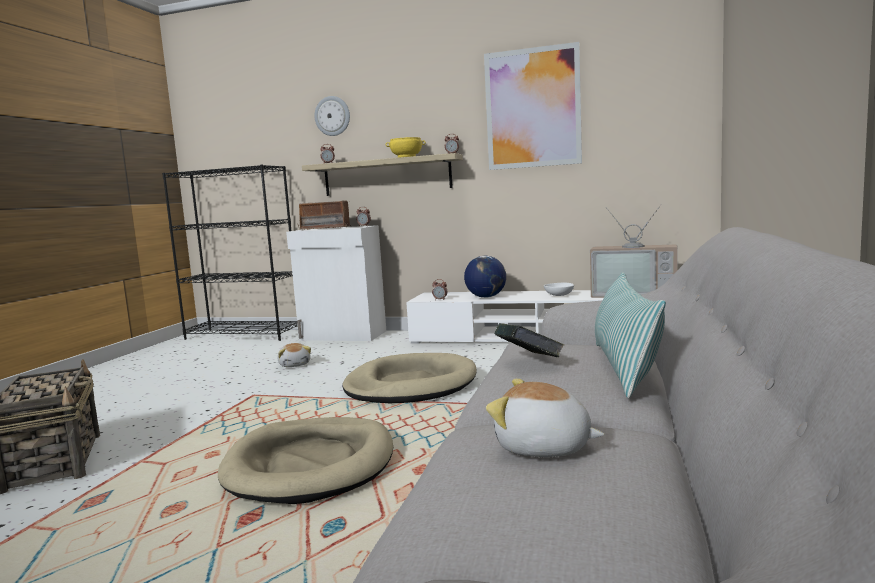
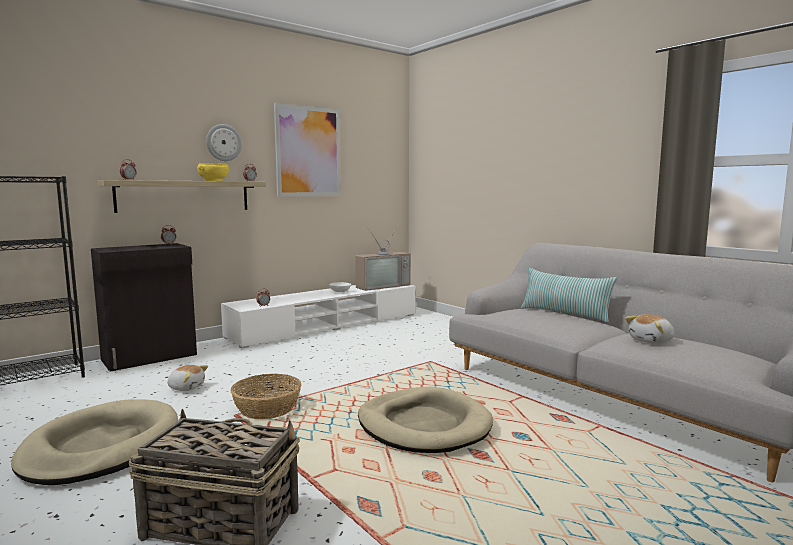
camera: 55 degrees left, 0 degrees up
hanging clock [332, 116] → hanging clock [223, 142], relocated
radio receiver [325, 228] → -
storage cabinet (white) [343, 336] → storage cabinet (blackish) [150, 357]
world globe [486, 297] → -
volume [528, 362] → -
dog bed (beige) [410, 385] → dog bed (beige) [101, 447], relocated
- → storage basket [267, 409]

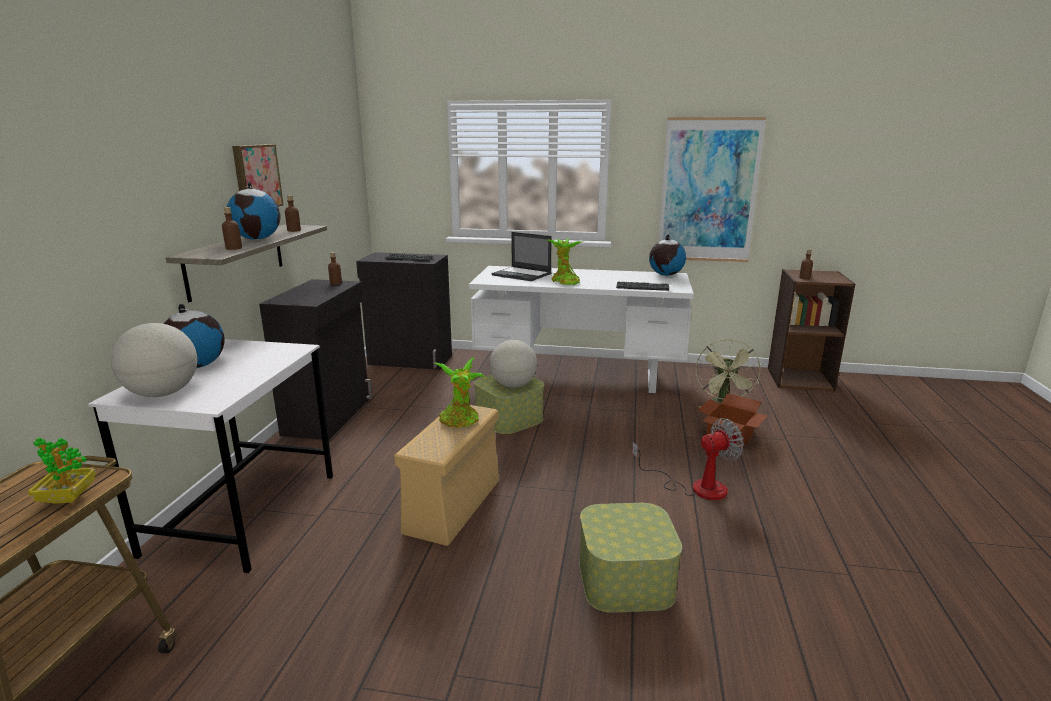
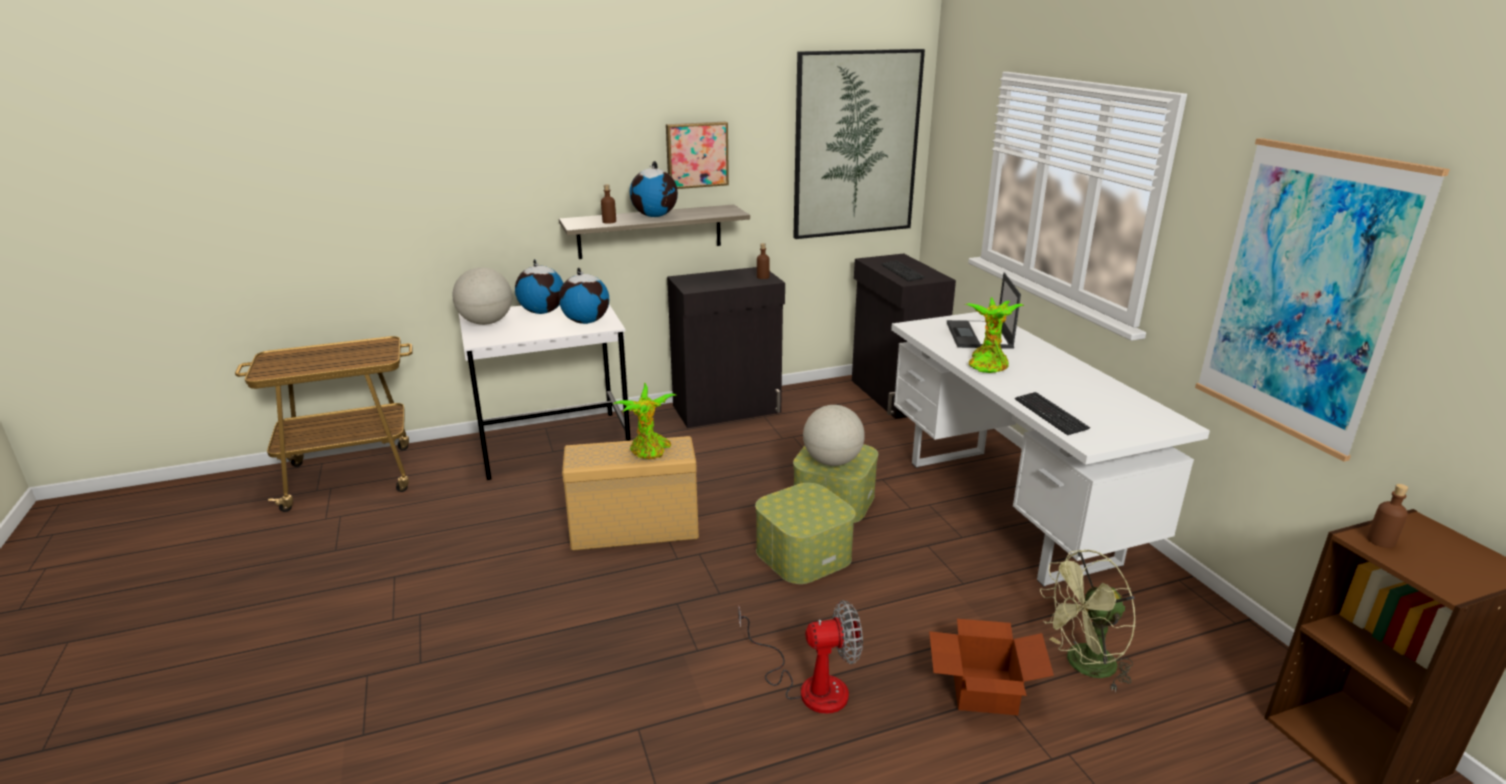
camera: 60 degrees right, 5 degrees up
beverage bottle (brown-coloured) [294, 230] → -
world globe [665, 275] → world globe [586, 321], relocated
fan [696, 487] → fan [809, 685], 45 degrees counterclockwise
houseplant [68, 497] → -
storage box [625, 579] → storage box [803, 554], relocated
- → wall picture [856, 145]

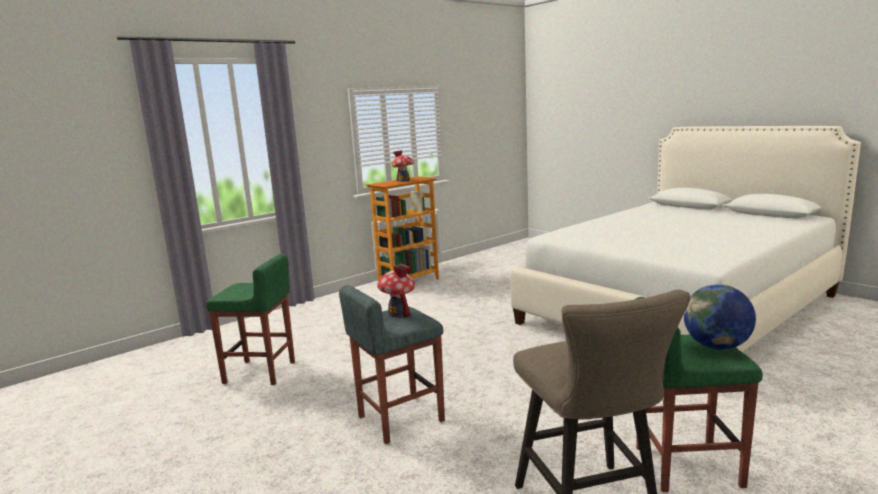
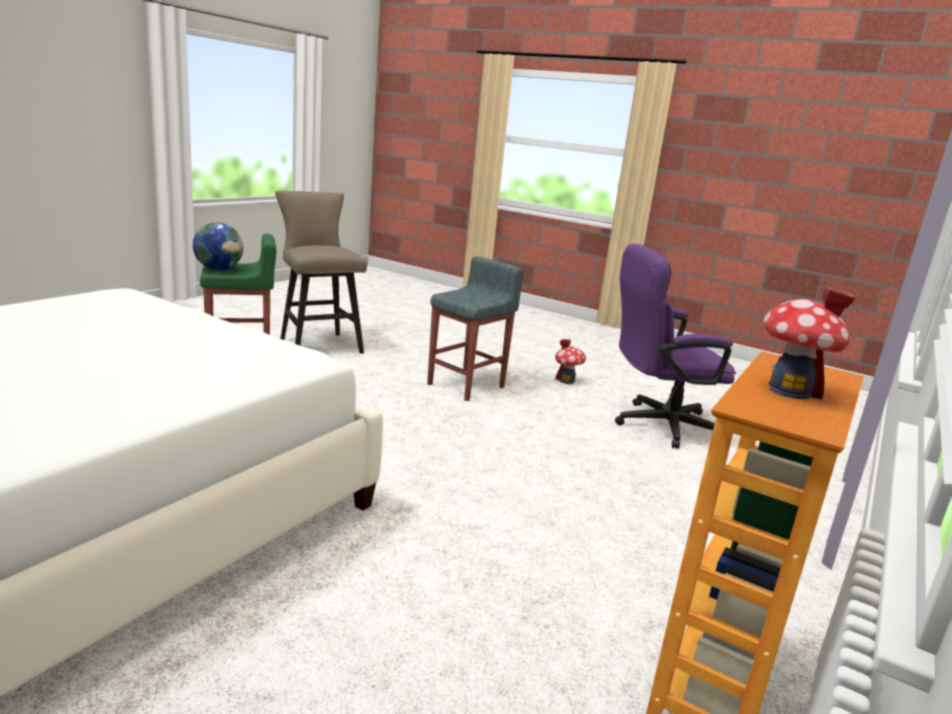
camera: 160 degrees right, 5 degrees up
sitting stool (green-coloured) [260, 372] → computer chair (purple-coloured) [658, 425]
toy house [398, 313] → toy house [566, 381], relocated

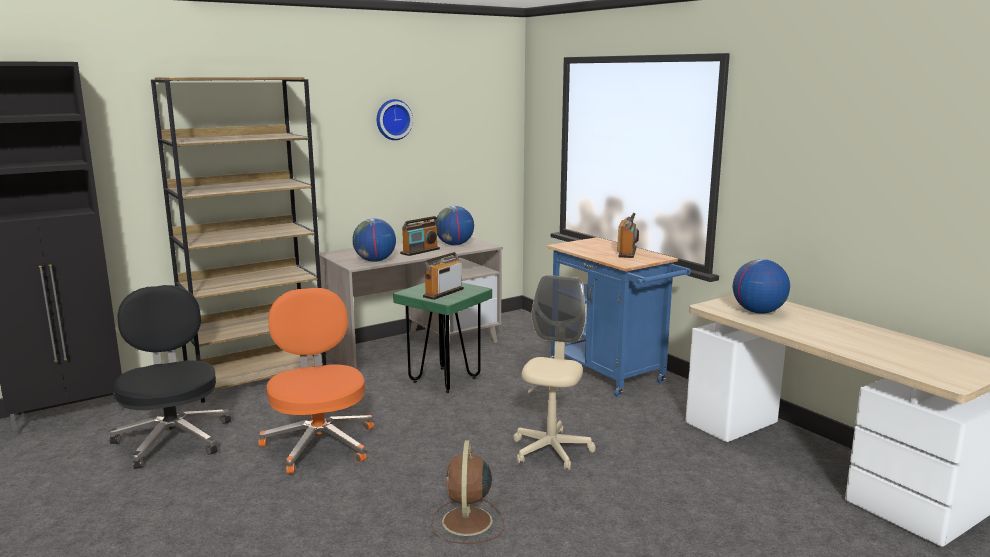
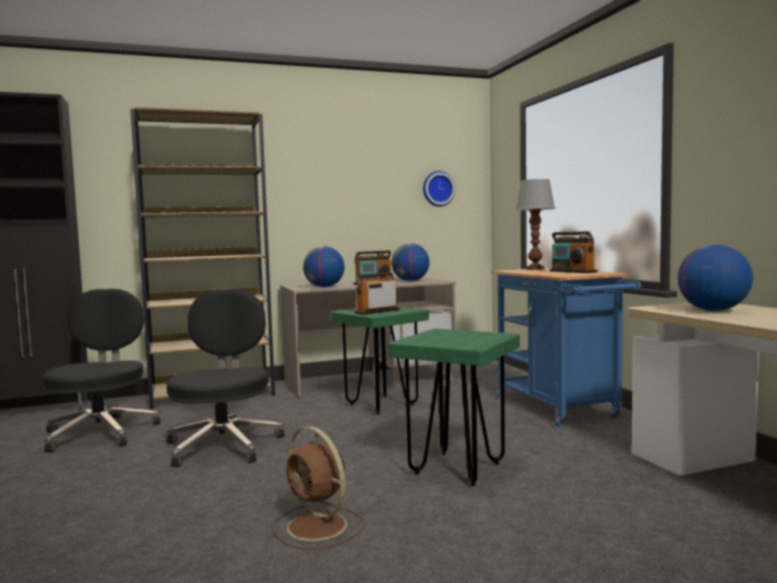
camera: 15 degrees right, 10 degrees down
hanging clock [393, 119] → hanging clock [437, 189], relocated
radio receiver [627, 252] → radio receiver [572, 271], 120 degrees clockwise
computer chair (beige) [551, 451] → sitting stool (green-coloured) [457, 468]
computer chair (orange-coloured) [319, 443] → computer chair (blackish) [224, 445]
fan (brown-coloured) [467, 522] → fan (brown-coloured) [319, 527], 60 degrees counterclockwise
- → tabletop lamp [536, 269]

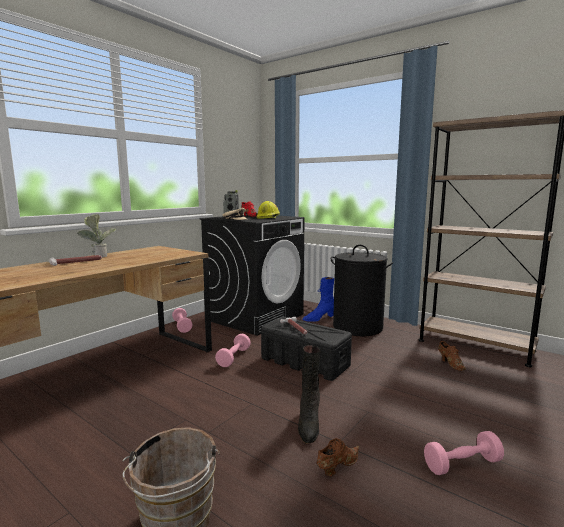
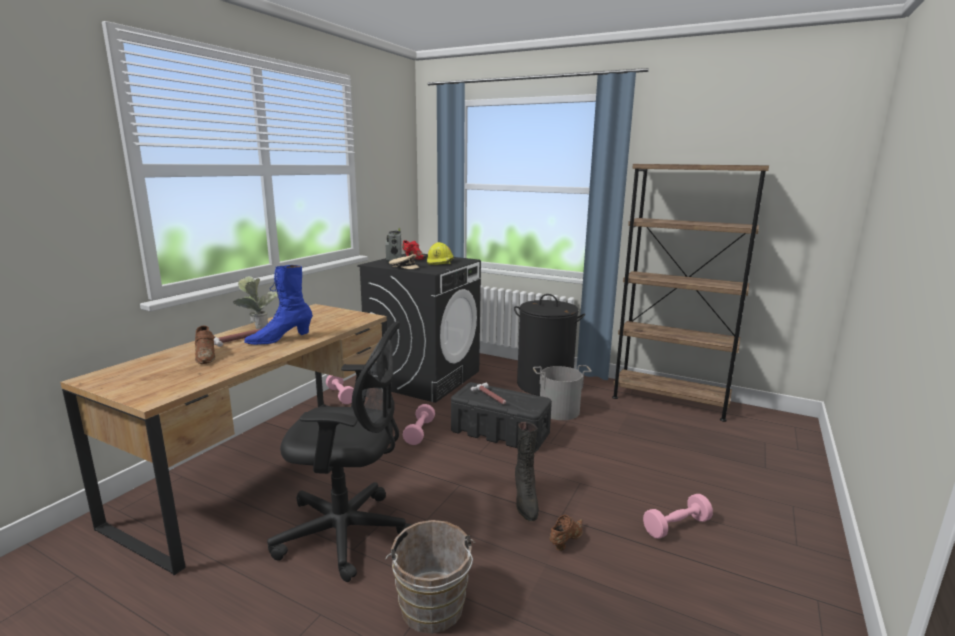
camera: 10 degrees left, 5 degrees up
boot (blue) [319, 319] → boot (blue) [280, 339], relocated
low shoe (brown-coloured) [450, 363] → low shoe (brown-coloured) [206, 356], relocated
- → computer chair (blackish) [349, 533]
- → pail (gray) [559, 411]

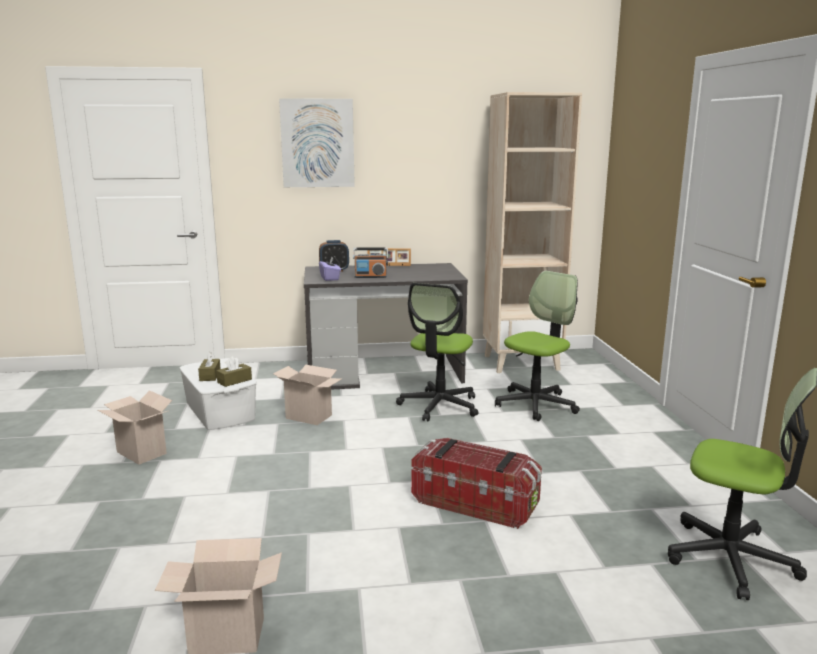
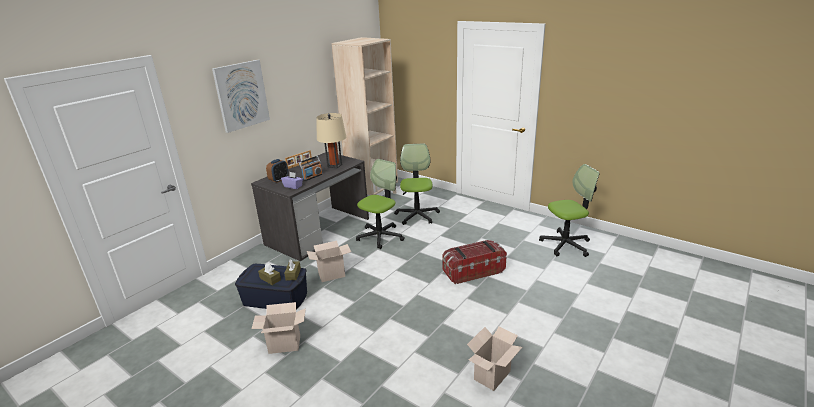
camera: 45 degrees left, 10 degrees up
computer chair [439, 406] → computer chair [380, 236], 120 degrees counterclockwise
storage box (white) [219, 411] → storage box (blue) [275, 299]
- → tabletop lamp (beige) [334, 166]

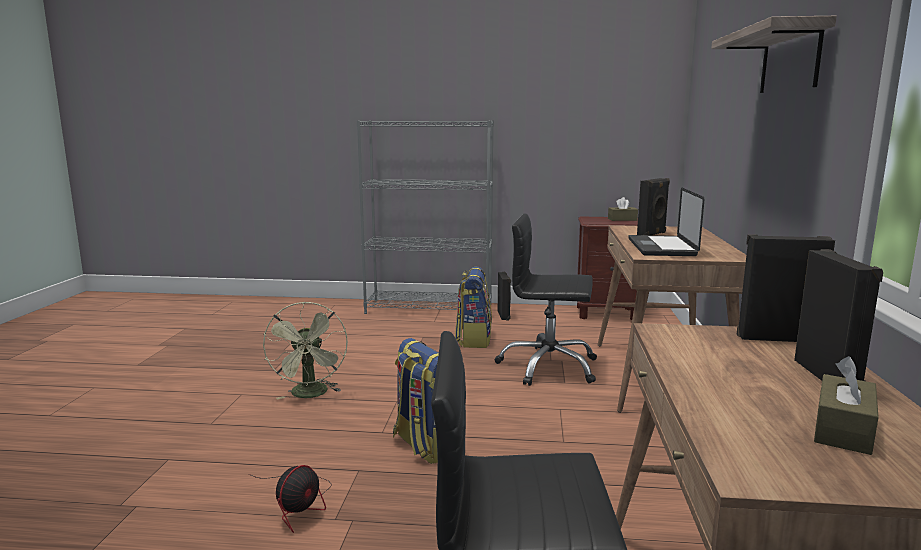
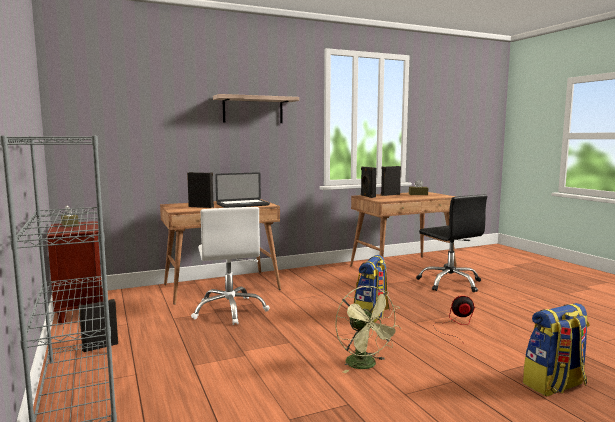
camera: 120 degrees left, 5 degrees down
computer chair (blackish) [548, 367] → computer chair (white) [230, 310]
knapsack [473, 339] → knapsack [554, 385], relocated
fan (green-coloured) [311, 395] → fan (green-coloured) [365, 365], 105 degrees clockwise

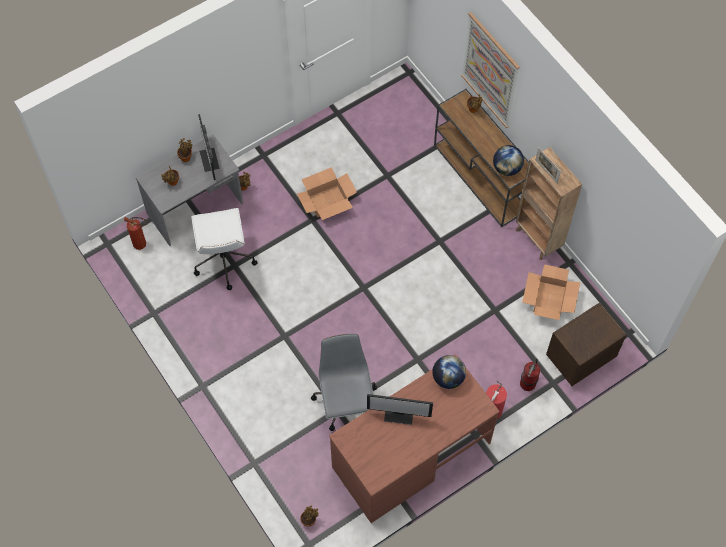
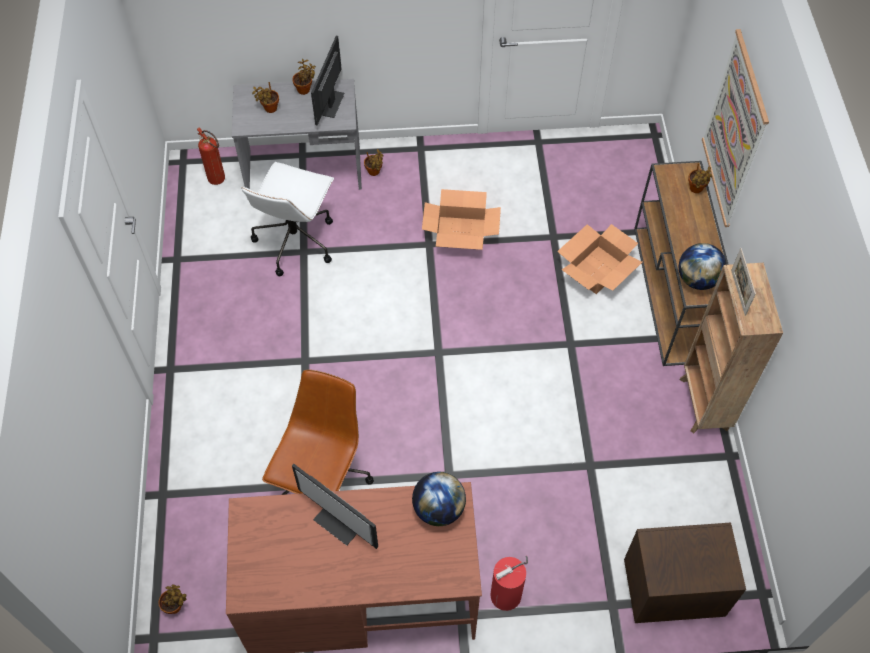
camera: 30 degrees right, 5 degrees down
packing box [549, 299] → packing box [596, 269], relocated
computer chair (gray) [346, 402] → computer chair (brown-coloured) [323, 481]
extinguisher [528, 383] → -

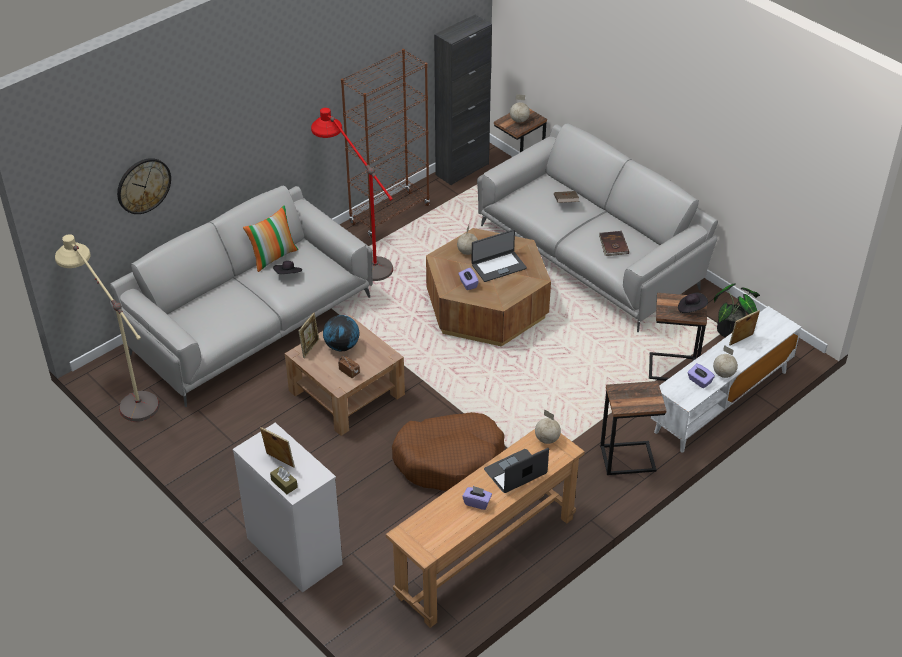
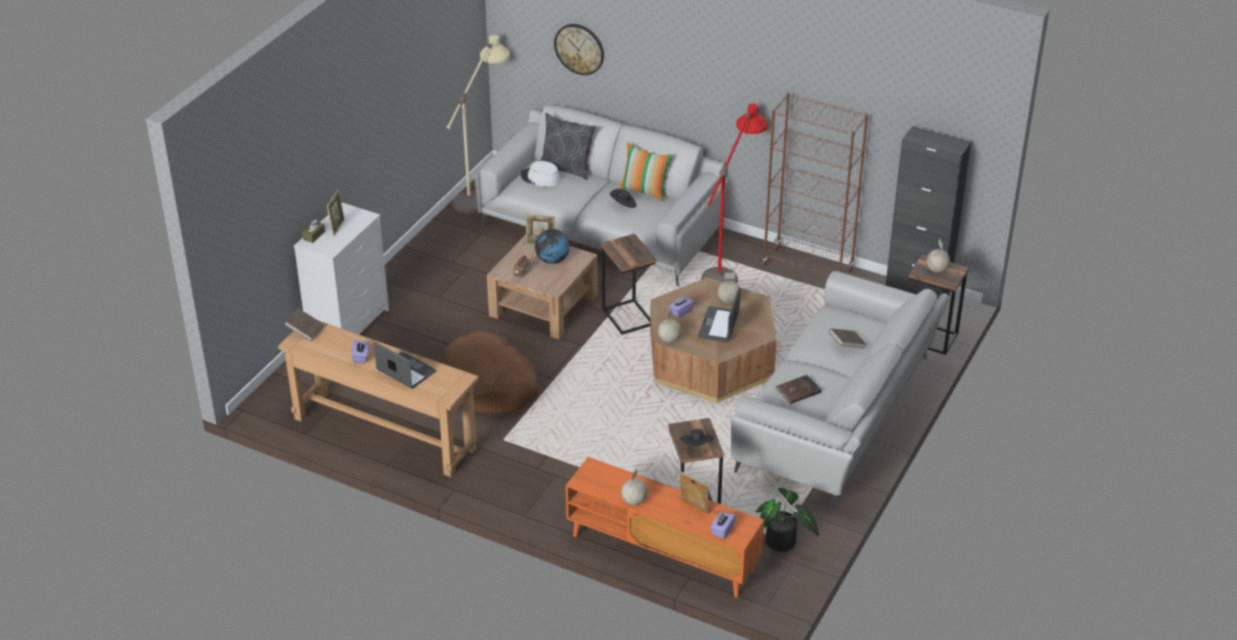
camera: 70 degrees right, 5 degrees down
laptop [498, 266] → laptop [719, 325], 60 degrees clockwise
tv stand (white) [721, 402] → tv stand (orange-coloured) [661, 553]
tissue box (purple-coloured) [699, 381] → tissue box (purple-coloured) [722, 530], relocated
end table [627, 458] → end table [628, 317], relocated
world globe [547, 439] → world globe [669, 340], relocated
- → throw pillow (gray) [567, 168]
- → hat (white) [540, 178]
- → volume (brown-coloured) [305, 331]

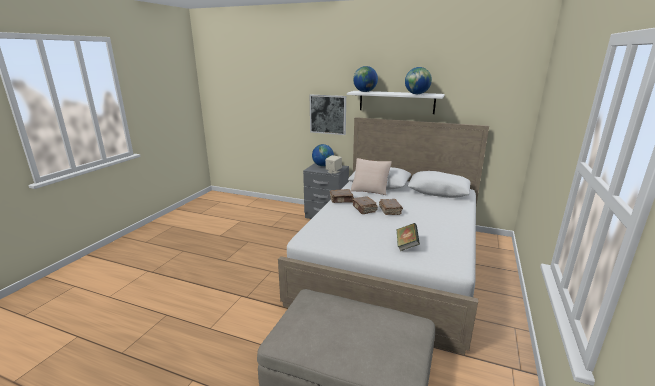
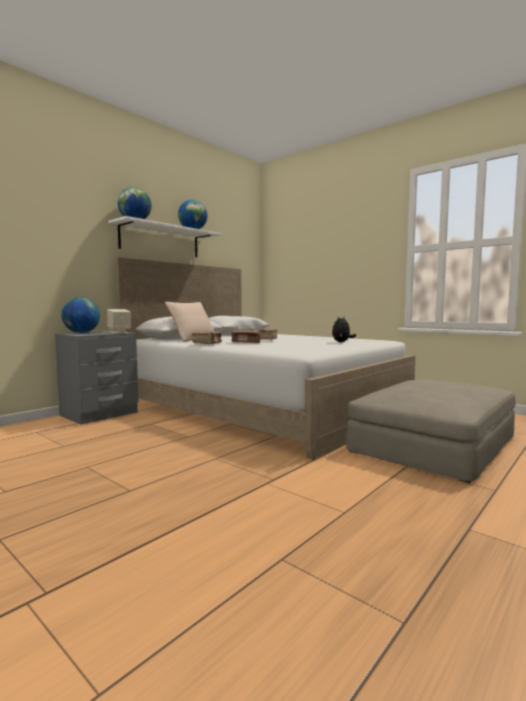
camera: 70 degrees left, 15 degrees down
wall picture [328, 114] → -
volume [406, 245] → plush toy [342, 342]

